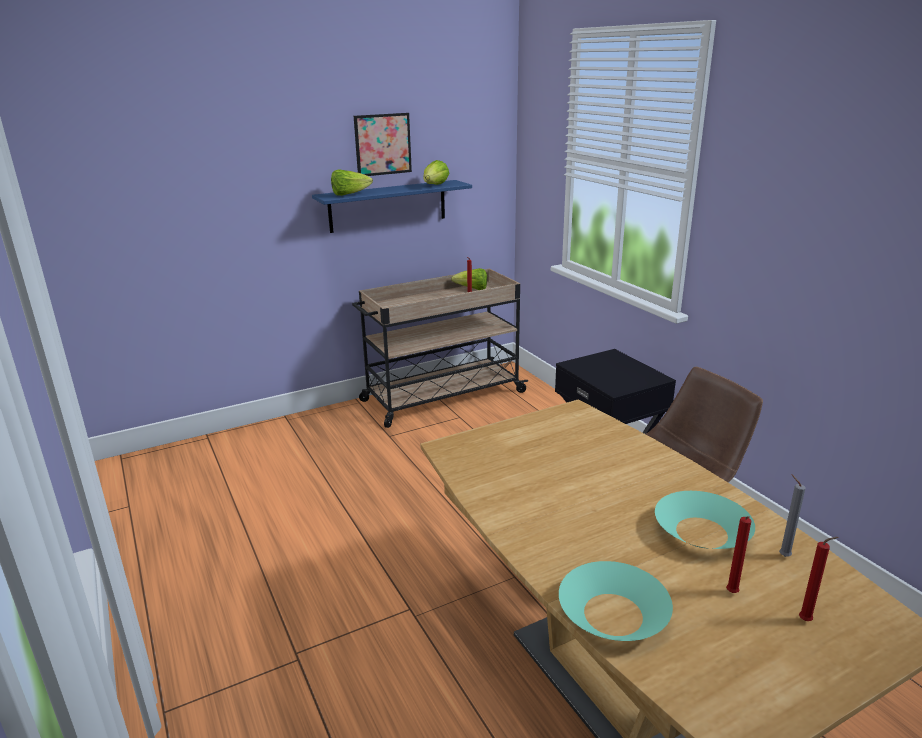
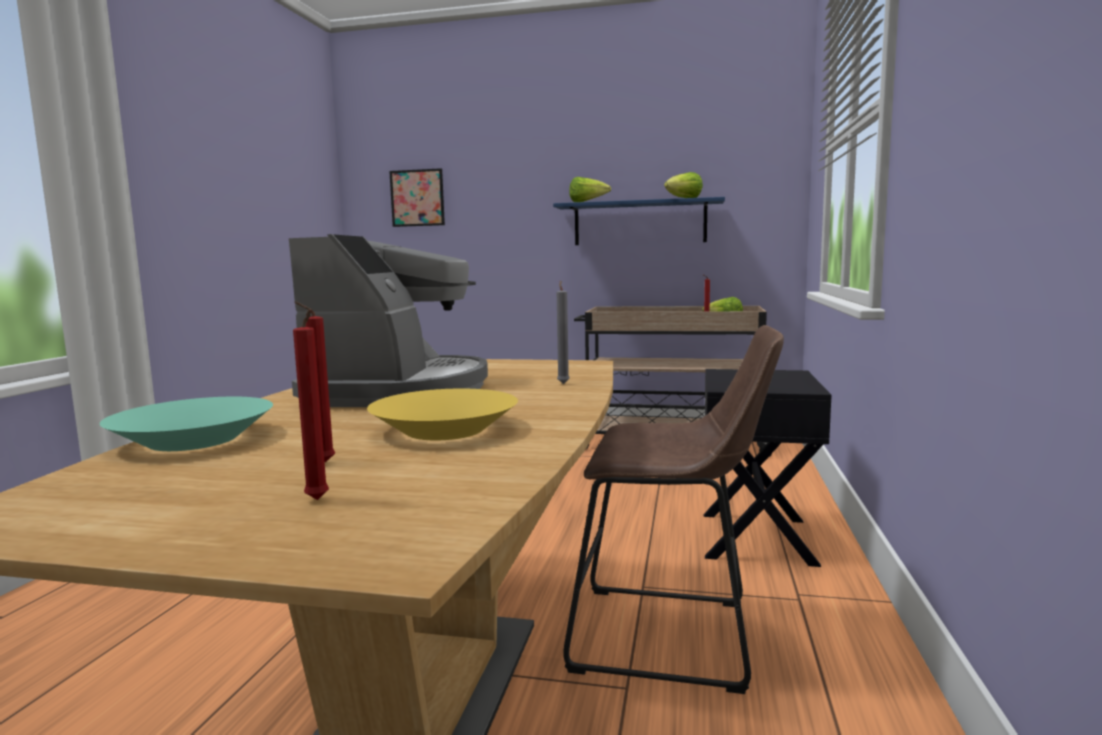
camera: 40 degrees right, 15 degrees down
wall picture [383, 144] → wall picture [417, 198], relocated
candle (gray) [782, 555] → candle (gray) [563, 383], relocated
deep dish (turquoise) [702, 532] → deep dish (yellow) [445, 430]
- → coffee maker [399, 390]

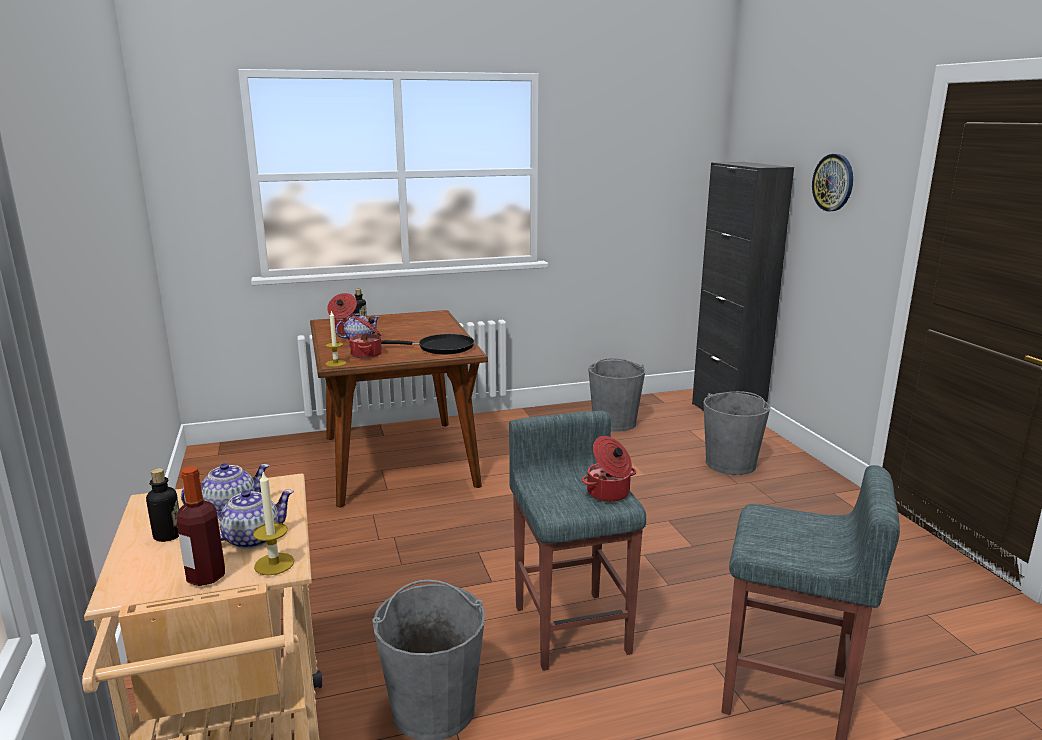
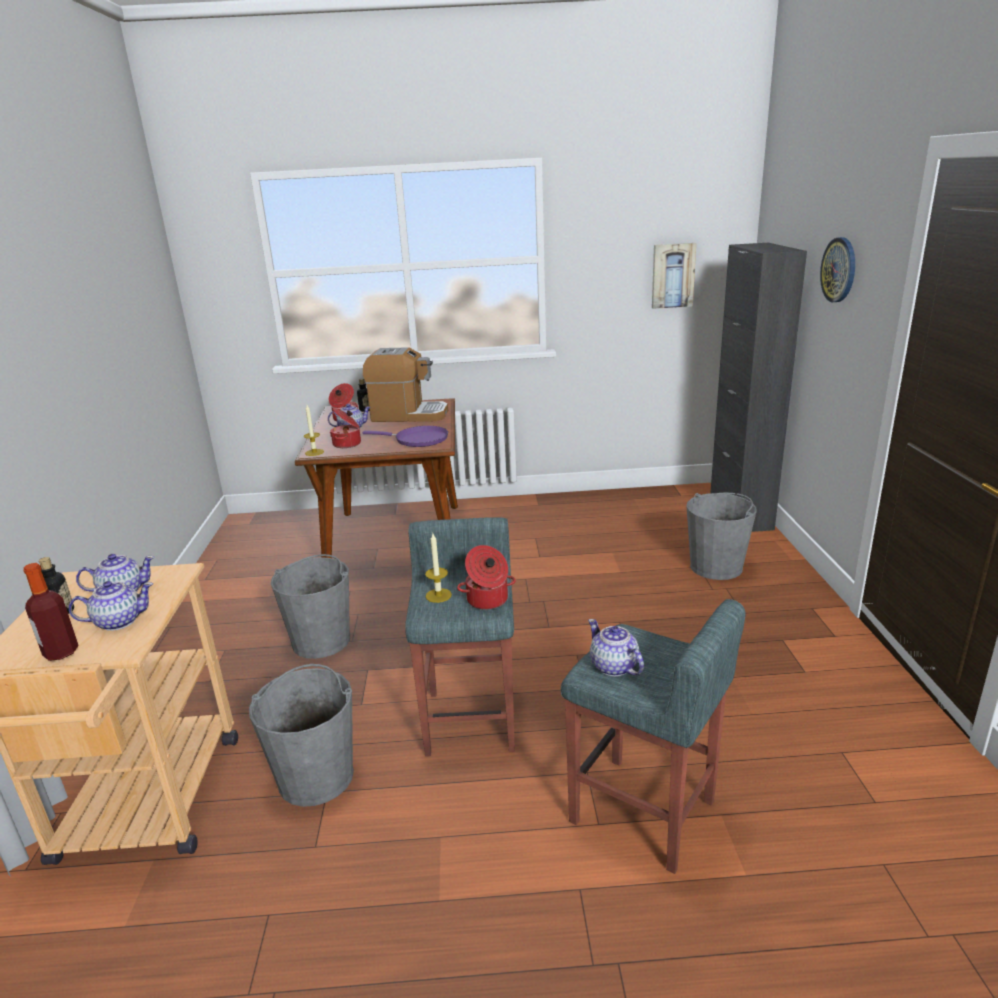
camera: 15 degrees right, 5 degrees up
skillet (blackish) [441, 348] → skillet (purple-coloured) [418, 440]
pail (gray) [614, 422] → pail (gray) [321, 640], relocated
candle [274, 564] → candle [438, 595], relocated
- → wall picture [672, 275]
- → coffee maker [408, 415]
- → pot for tea [614, 667]

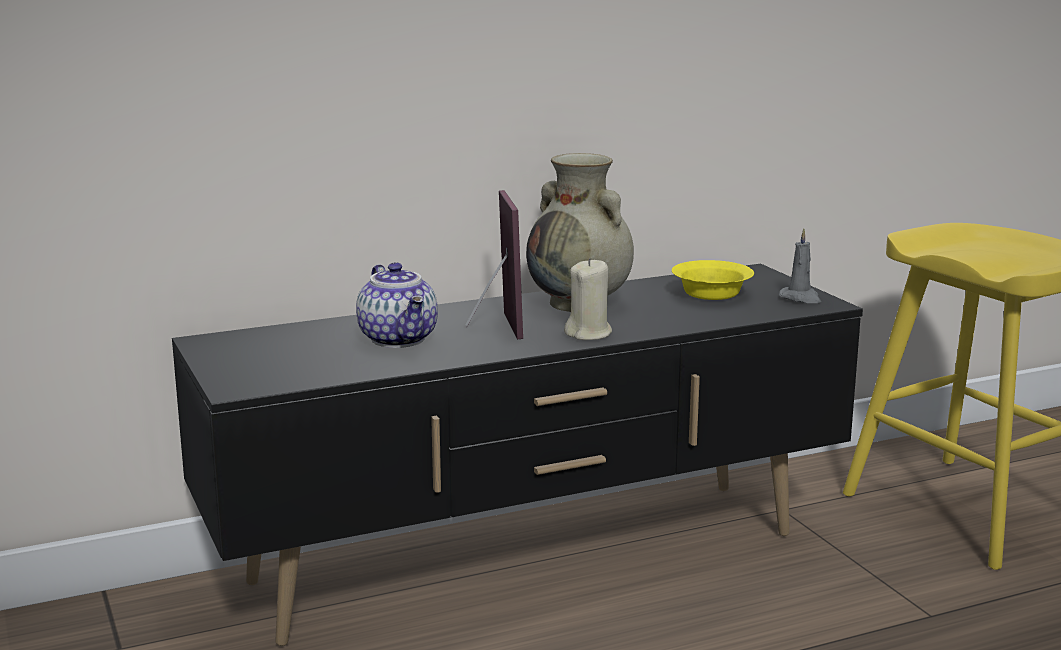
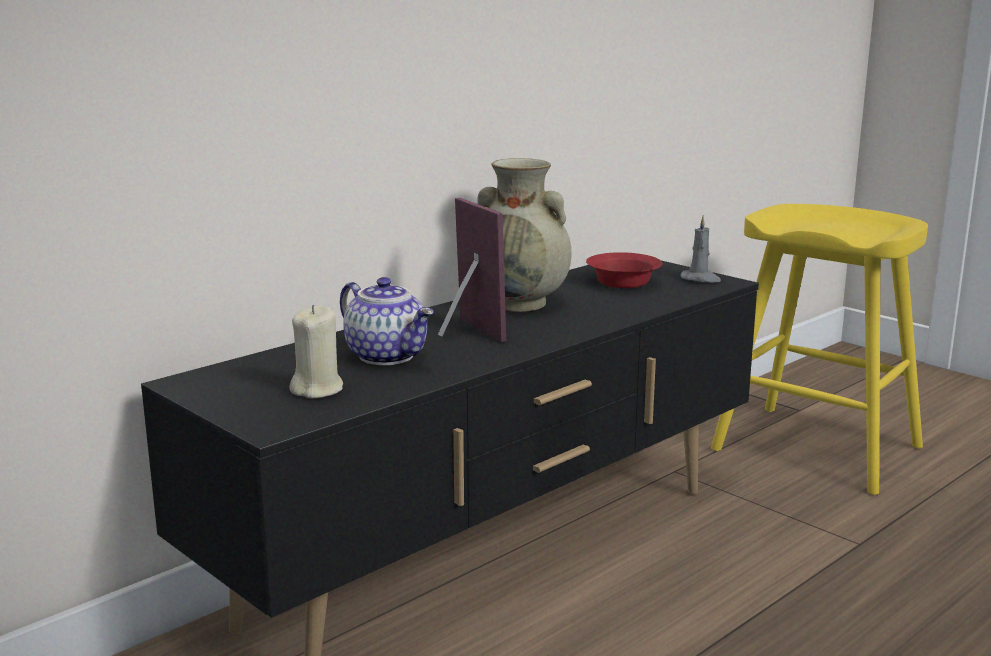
camera: 20 degrees left, 0 degrees up
candle (beige) [589, 334] → candle (beige) [318, 389], relocated
deep dish (yellow) [712, 294] → deep dish (red-coloured) [624, 283]

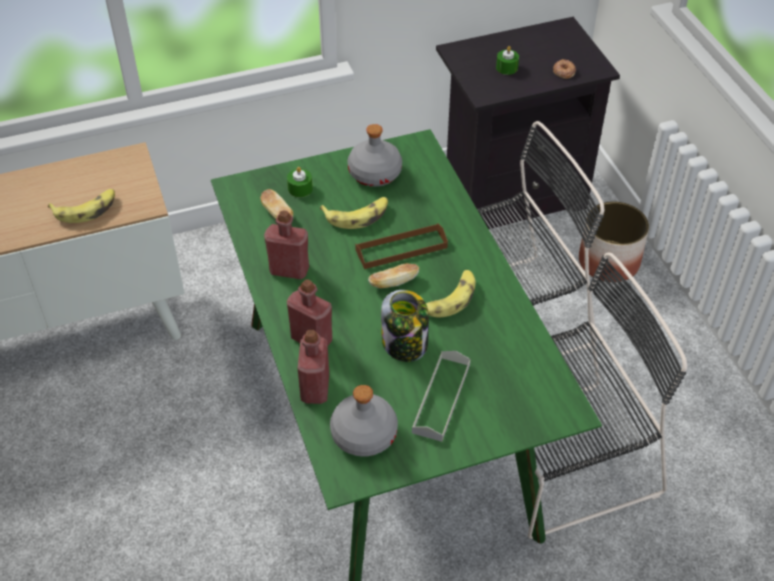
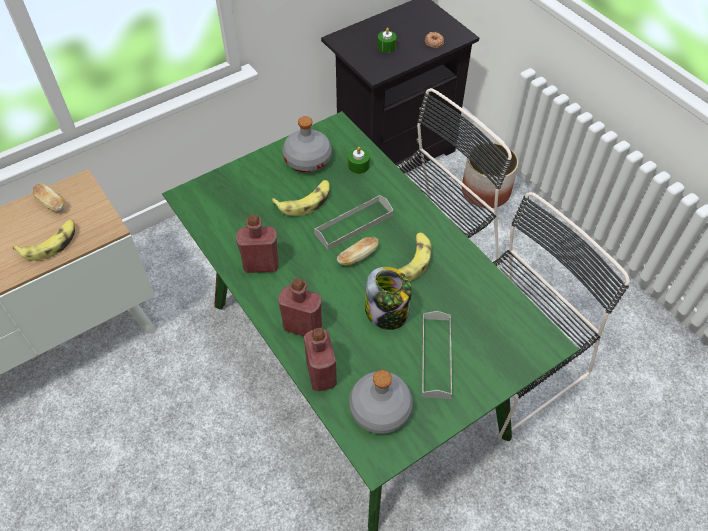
camera: 15 degrees left, 5 degrees up
candle (green-coloured) [300, 189] → candle (green-coloured) [358, 166], relocated
bread [277, 214] → bread [51, 203], relocated
tray (brown-coloured) [401, 249] → tray (gray) [354, 224]

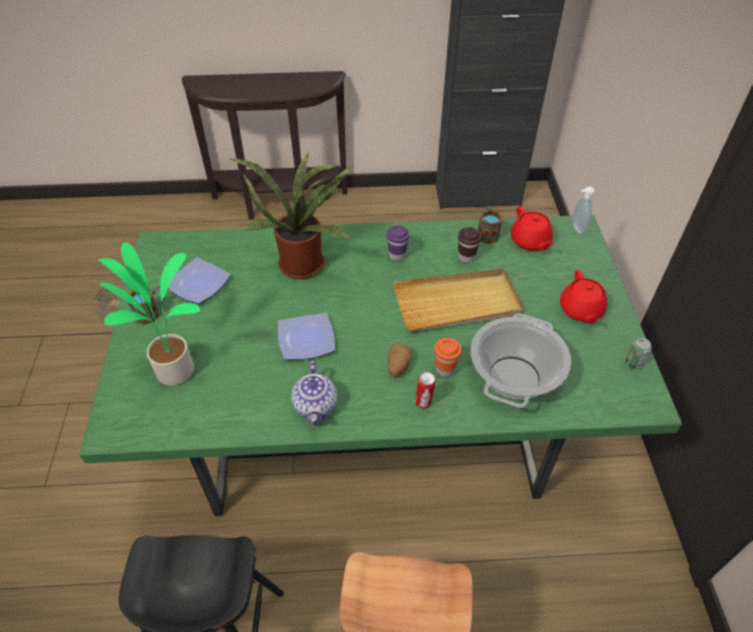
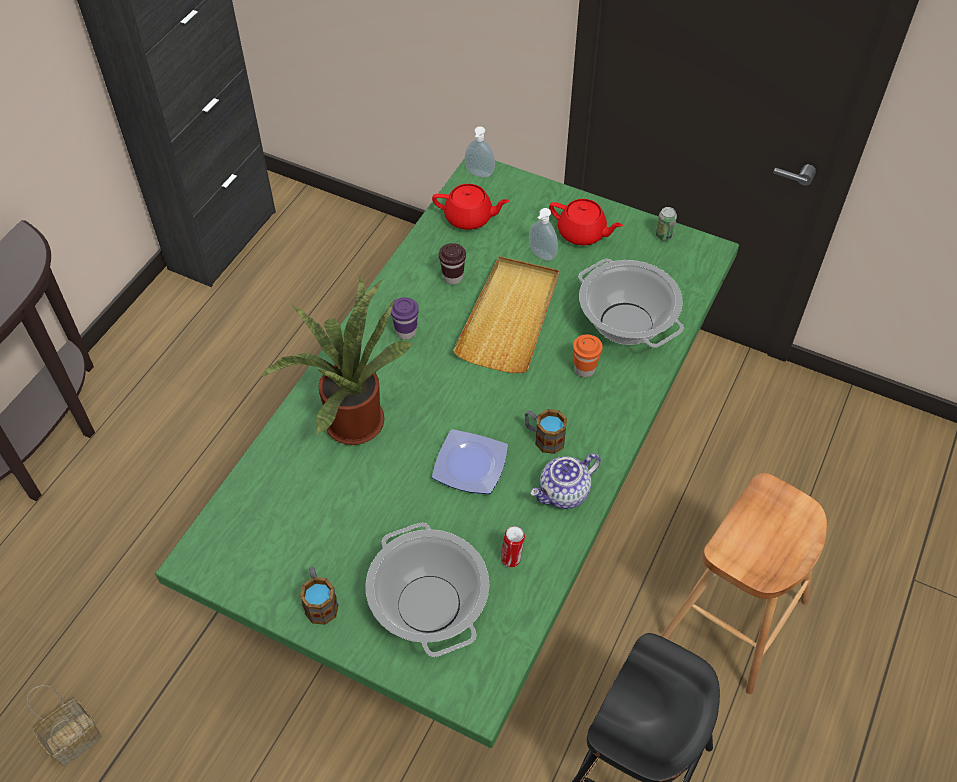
camera: 60 degrees left, 5 degrees up
mug [487, 232] → mug [544, 438], relocated
houseplant [175, 369] → stockpot [429, 605]
flat dish [199, 285] → -
spud [398, 366] → -
pot for tea [316, 407] → pot for tea [564, 493], 120 degrees clockwise
metal can [423, 403] → metal can [512, 559], relocated
- → soap dispenser [541, 256]

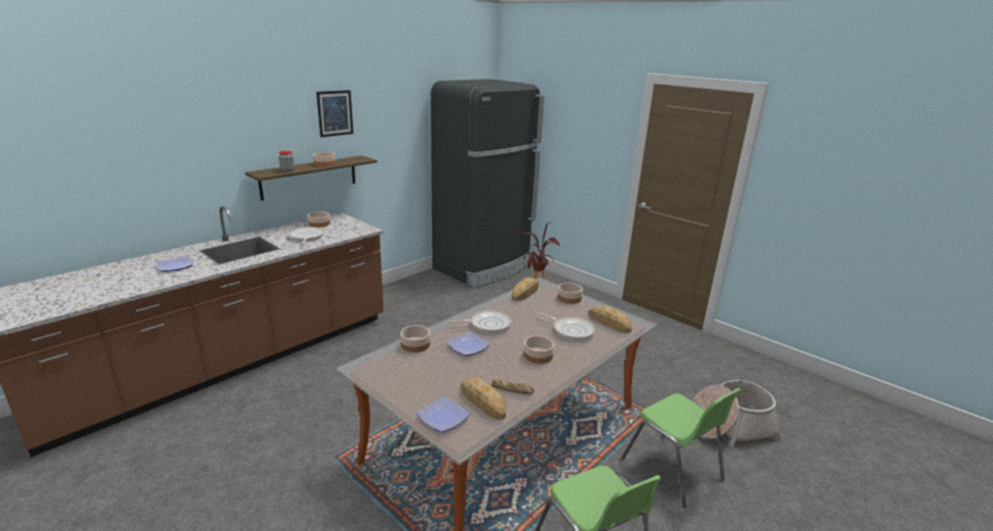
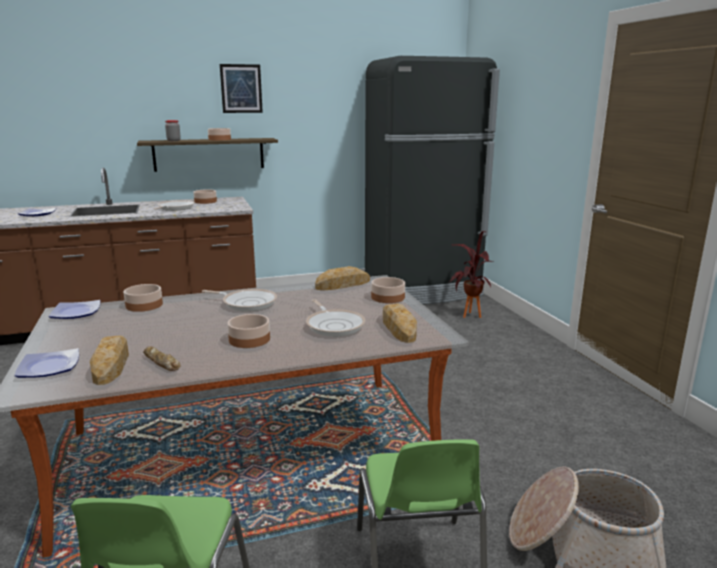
camera: 30 degrees right, 5 degrees down
flat dish [468, 346] → flat dish [77, 312], relocated

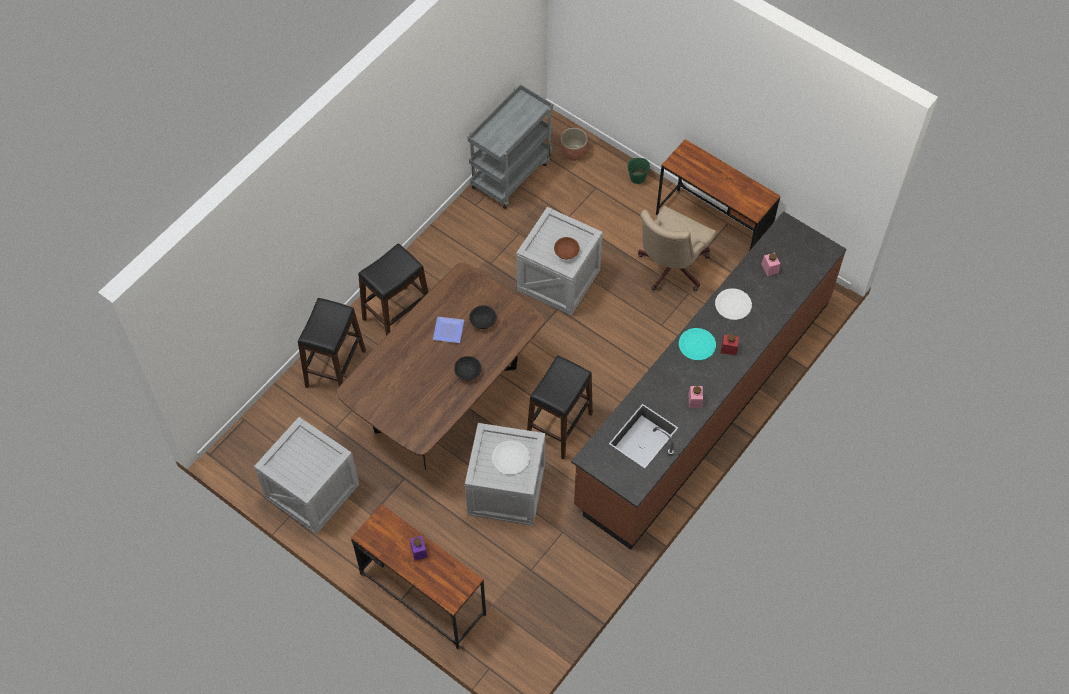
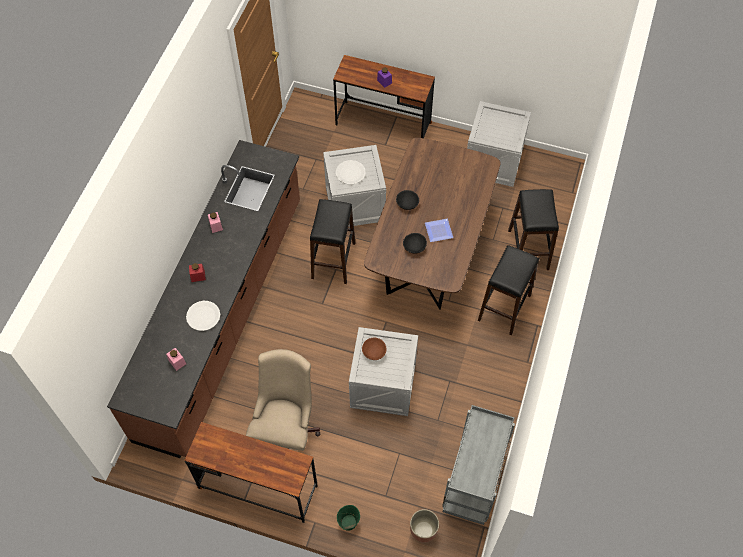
camera: 160 degrees right, 0 degrees up
flat dish (turquoise) [697, 345] → -

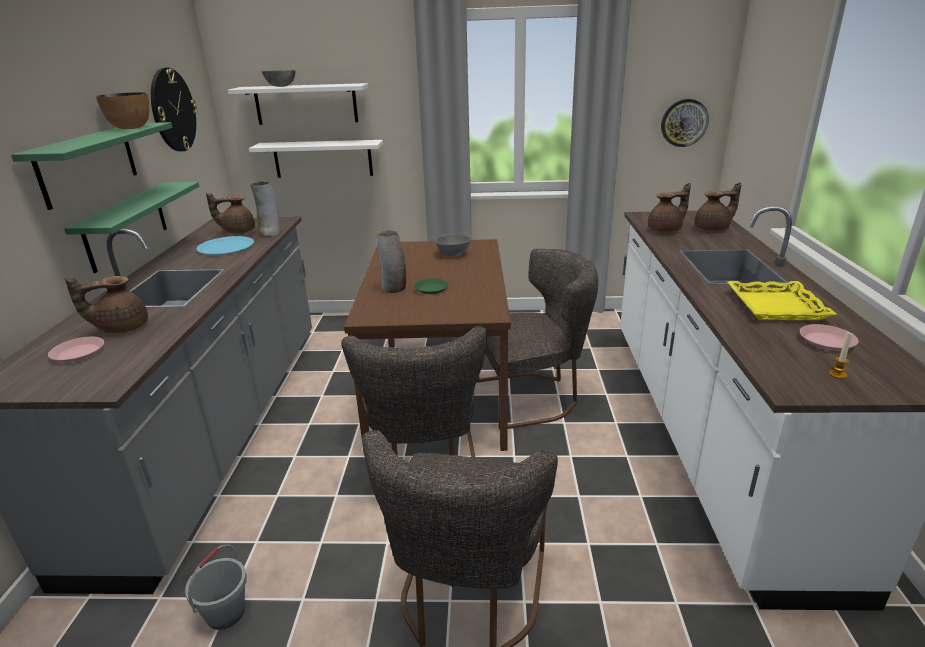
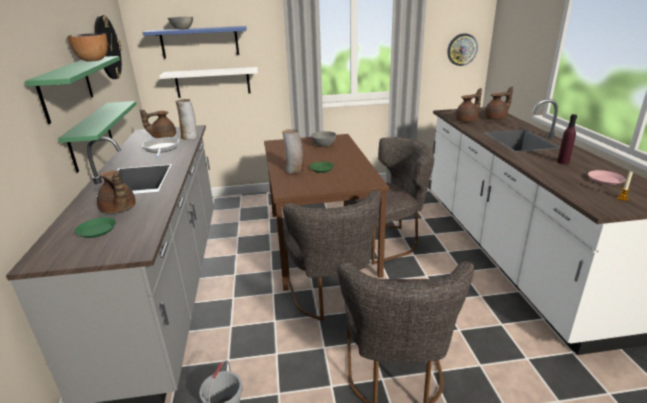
camera: 10 degrees left, 0 degrees up
bracket shelf (white) [306, 104] → bracket shelf (blue) [199, 42]
flat dish (blue) [226, 247] → skillet [161, 149]
pot for tea (brown-coloured) [121, 328] → pot for tea (brown-coloured) [119, 210], 90 degrees counterclockwise
tray (yellow) [775, 306] → beverage bottle (purple-coloured) [563, 162]
flat dish (pinkish) [78, 353] → flat dish (green-coloured) [96, 230]

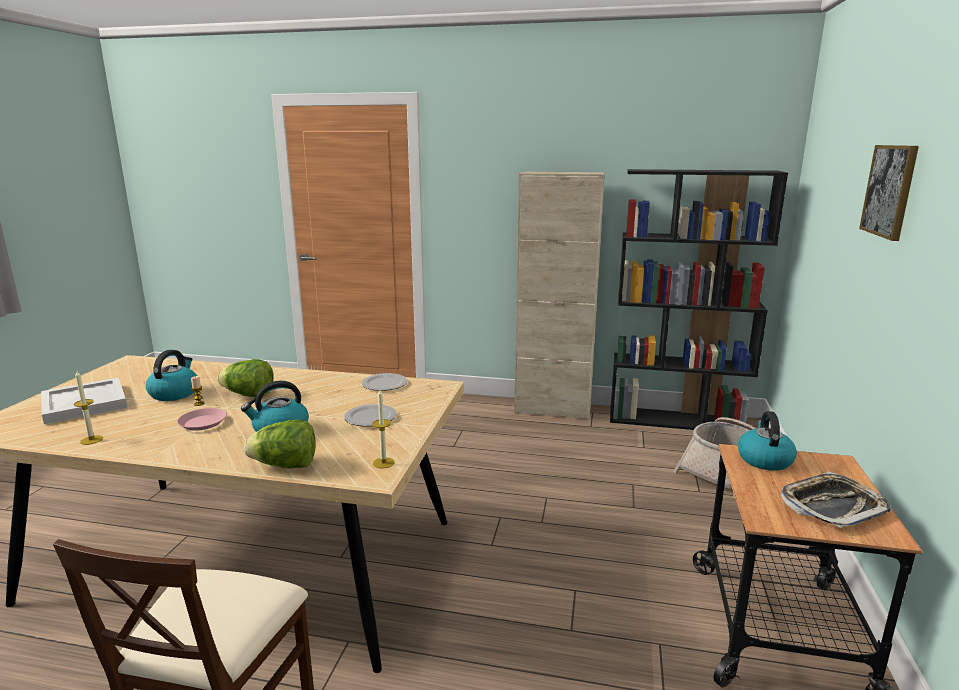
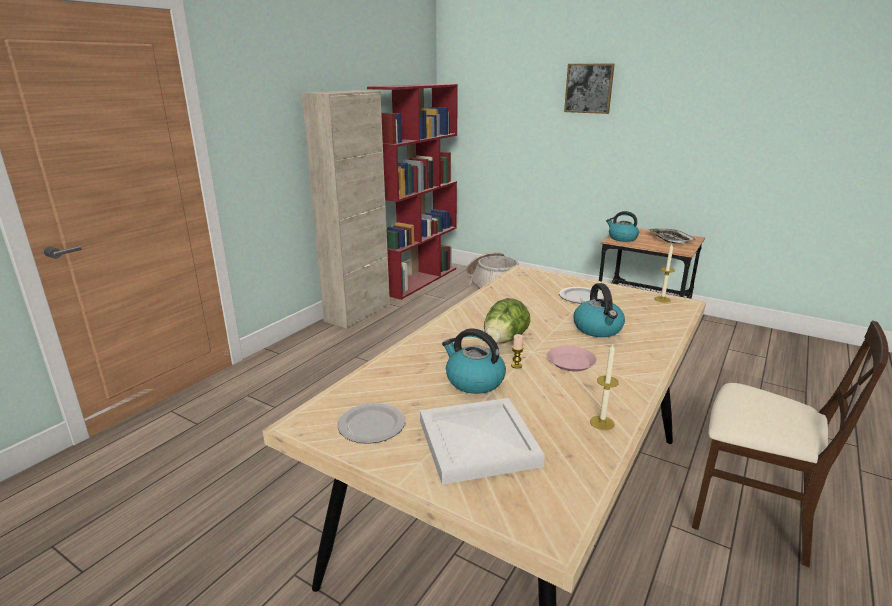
camera: 70 degrees left, 5 degrees up
bookshelf (blackish) [677, 420] → bookshelf (red-coloured) [419, 280]
flat dish [384, 384] → flat dish [370, 425], relocated
lettuce [285, 466] → -

